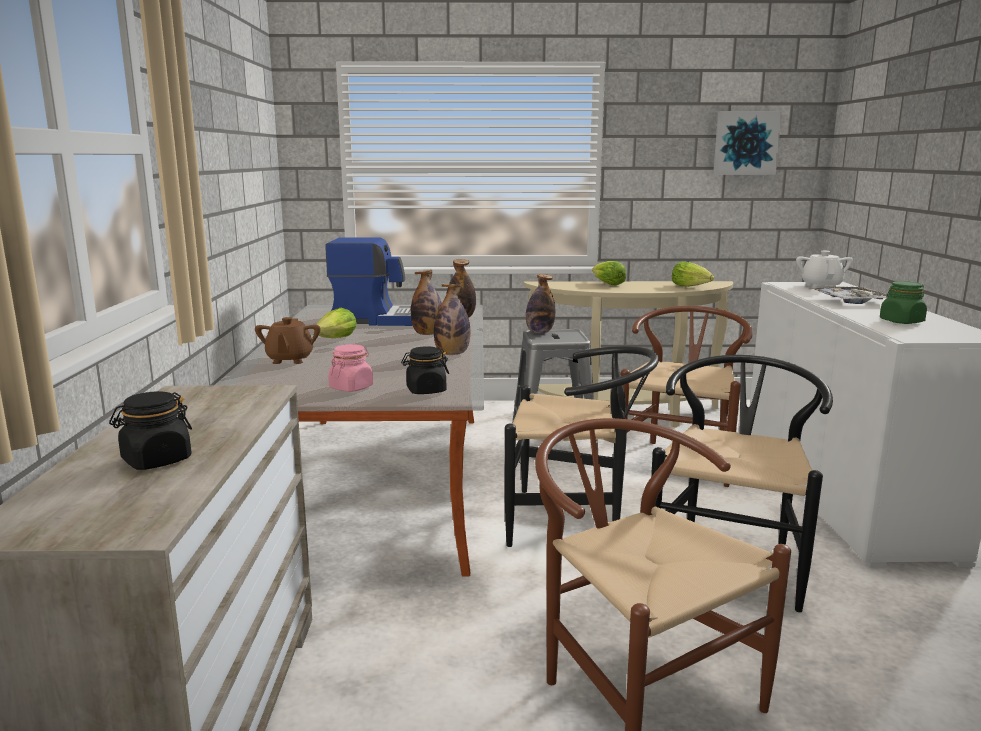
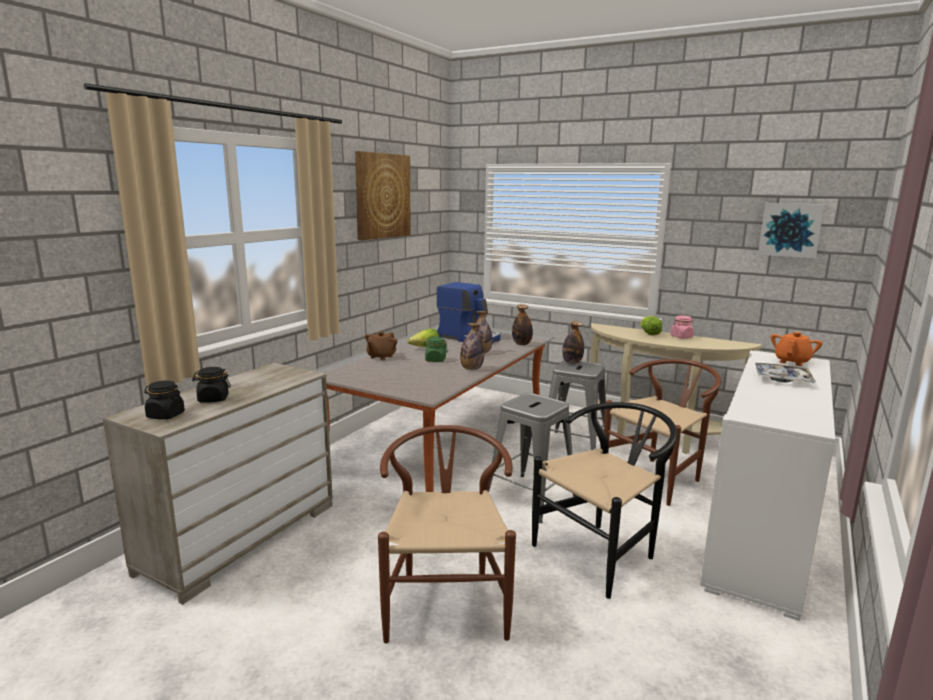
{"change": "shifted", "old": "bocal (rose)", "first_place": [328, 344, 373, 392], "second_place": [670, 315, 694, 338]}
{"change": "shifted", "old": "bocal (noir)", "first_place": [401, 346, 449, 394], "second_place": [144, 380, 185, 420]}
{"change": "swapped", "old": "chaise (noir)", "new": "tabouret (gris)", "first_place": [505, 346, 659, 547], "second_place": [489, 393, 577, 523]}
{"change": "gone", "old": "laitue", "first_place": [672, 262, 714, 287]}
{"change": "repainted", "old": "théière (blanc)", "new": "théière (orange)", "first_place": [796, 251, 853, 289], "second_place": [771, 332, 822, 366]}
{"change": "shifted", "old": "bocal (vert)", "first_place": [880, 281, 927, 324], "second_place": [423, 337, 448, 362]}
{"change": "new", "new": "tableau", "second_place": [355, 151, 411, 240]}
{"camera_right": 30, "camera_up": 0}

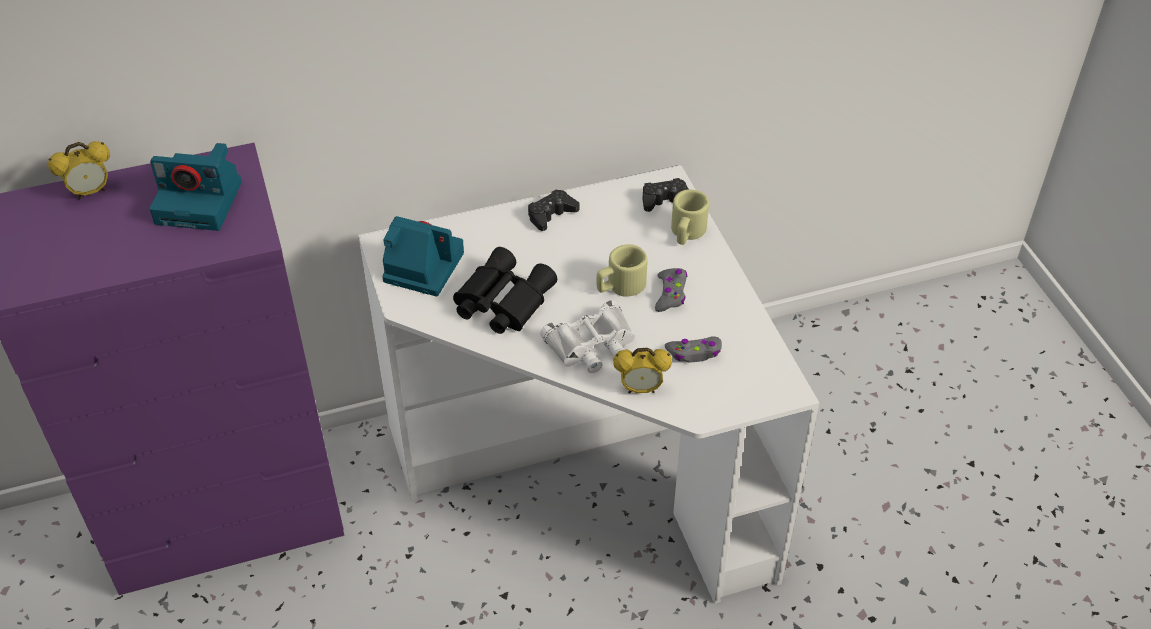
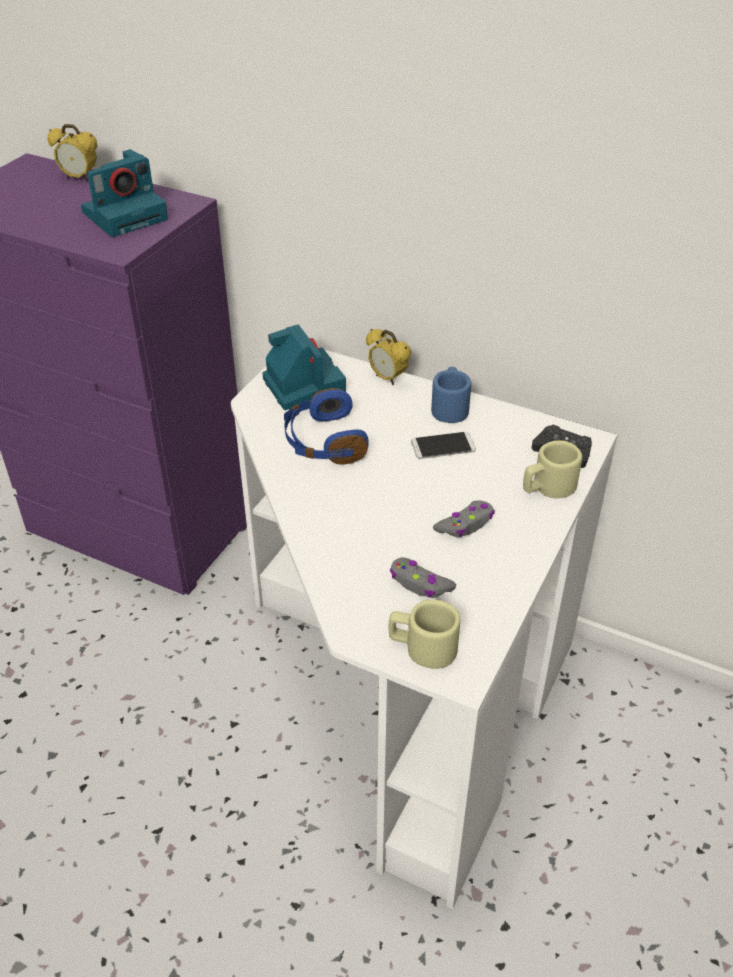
{"change": "rotated", "old": "appareil photo", "first_place": [149, 143, 242, 231], "second_place": [81, 149, 168, 237], "degrees": -90}
{"change": "swapped", "old": "jumelles (noir)", "new": "casque audio (bleu)", "first_place": [453, 247, 557, 334], "second_place": [284, 388, 369, 465]}
{"change": "swapped", "old": "manette (noir)", "new": "mug (bleu)", "first_place": [528, 189, 579, 231], "second_place": [431, 367, 471, 423]}
{"change": "gone", "old": "jumelles (blanc)", "first_place": [540, 301, 635, 373]}
{"change": "shifted", "old": "mug (beige)", "first_place": [596, 244, 648, 297], "second_place": [389, 600, 460, 669]}
{"change": "shifted", "old": "réveil", "first_place": [613, 348, 672, 393], "second_place": [366, 329, 411, 385]}
{"change": "new", "new": "téléphone", "second_place": [411, 432, 476, 459]}
{"camera_right": 45, "camera_up": -5}

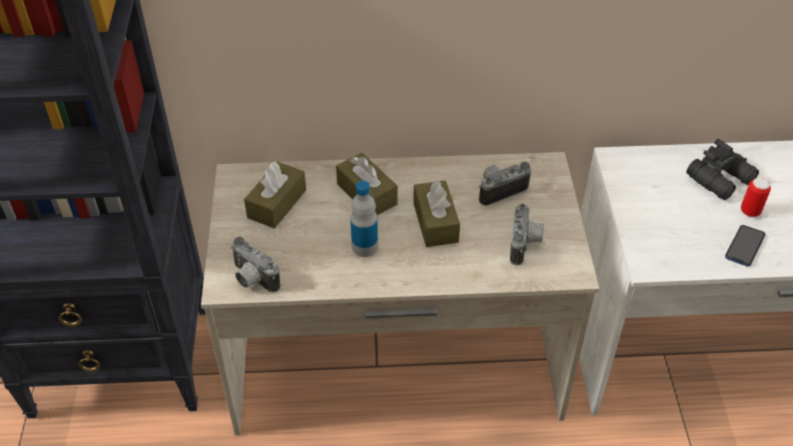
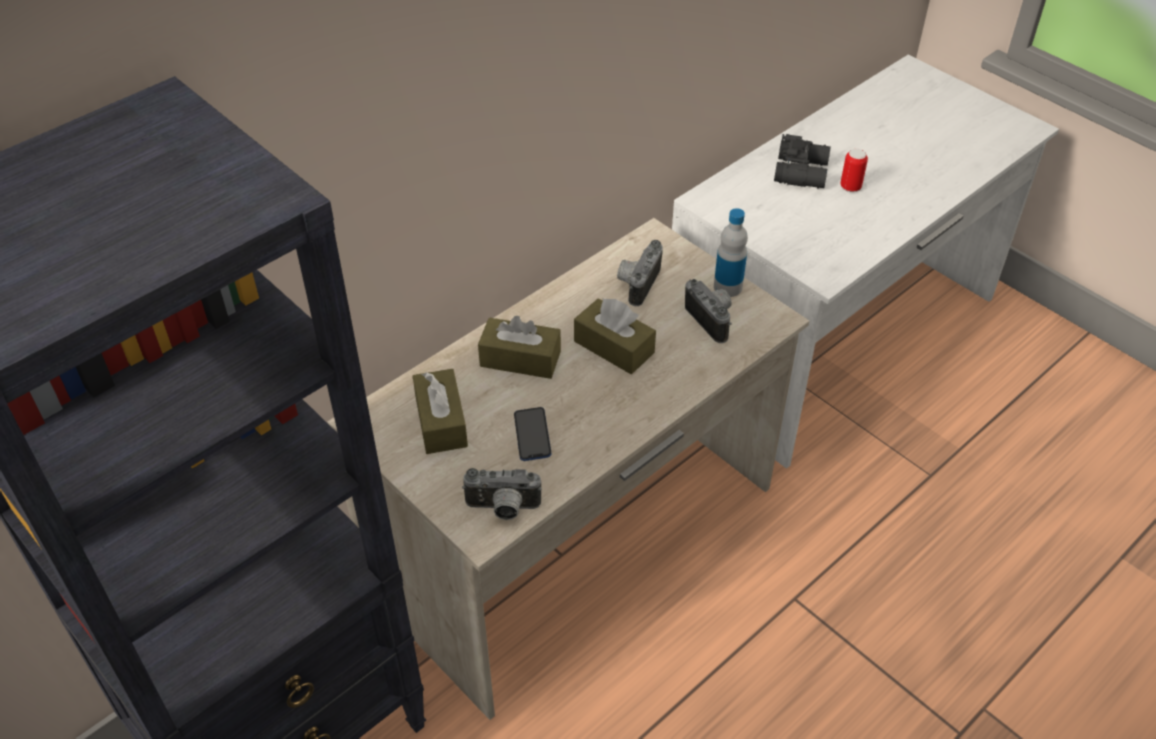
{"change": "shifted", "old": "bouteille", "first_place": [350, 181, 378, 257], "second_place": [714, 208, 748, 297]}
{"change": "shifted", "old": "téléphone", "first_place": [725, 225, 765, 266], "second_place": [514, 407, 552, 461]}
{"camera_right": -40, "camera_up": 0}

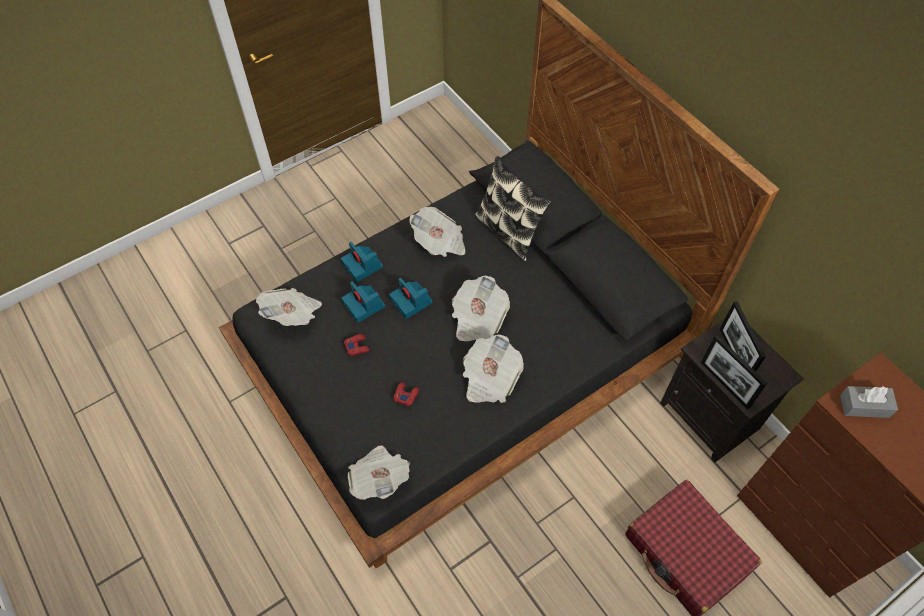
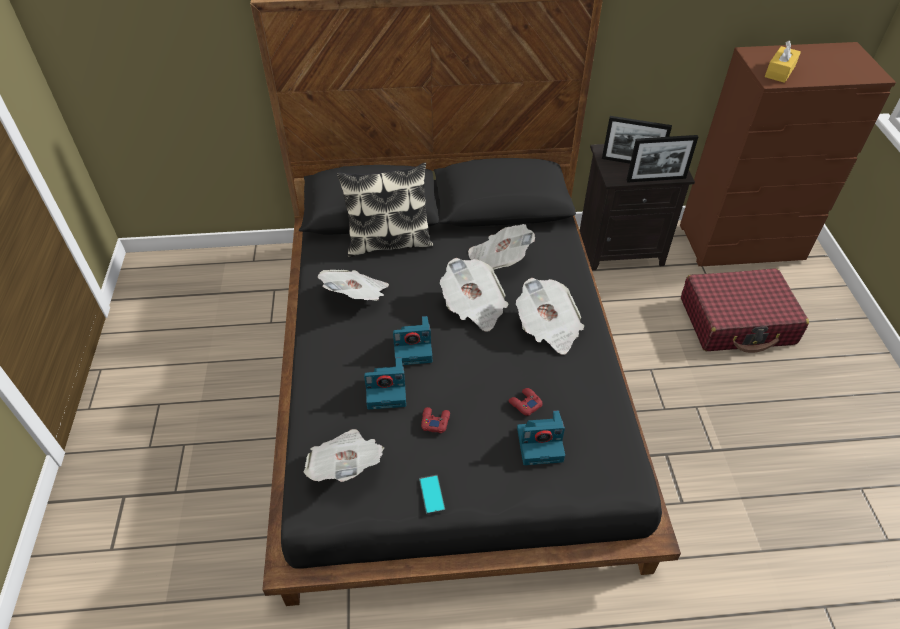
{"change": "shifted", "old": "appareil photo", "first_place": [341, 242, 383, 282], "second_place": [517, 410, 565, 465]}
{"change": "shifted", "old": "journal", "first_place": [348, 446, 410, 500], "second_place": [468, 224, 535, 270]}
{"change": "repainted", "old": "boîte à mouchoirs (gris)", "new": "boîte à mouchoirs (jaune)", "first_place": [840, 386, 898, 418], "second_place": [765, 40, 801, 83]}
{"change": "new", "new": "téléphone", "second_place": [419, 475, 445, 514]}
{"camera_right": -60, "camera_up": -10}

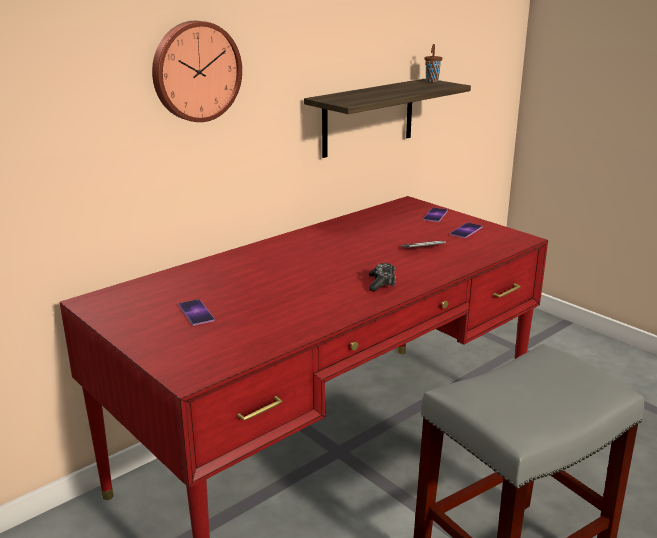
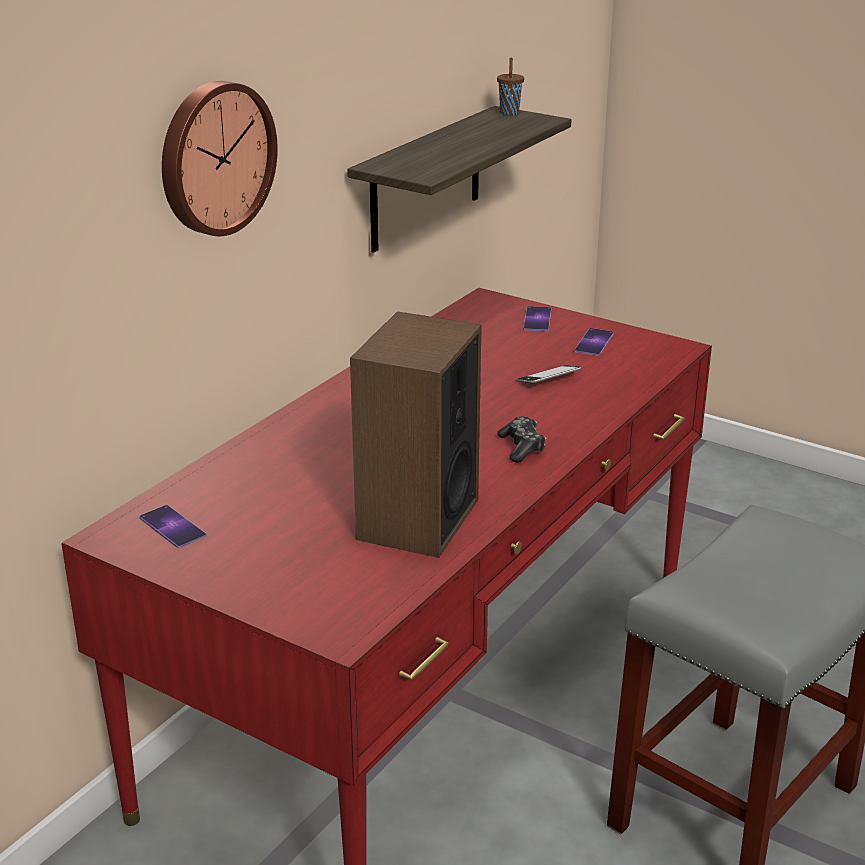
{"change": "shifted", "old": "téléphone", "first_place": [178, 299, 215, 326], "second_place": [139, 505, 206, 548]}
{"change": "new", "new": "enceinte", "second_place": [350, 311, 482, 558]}
{"camera_right": -15, "camera_up": 5}

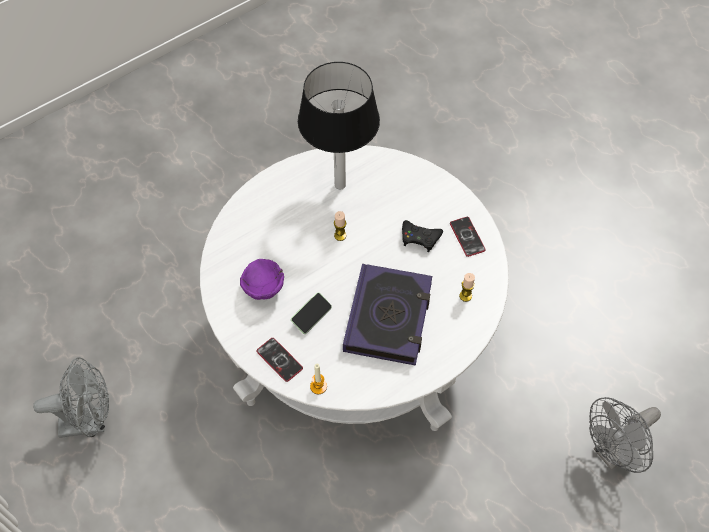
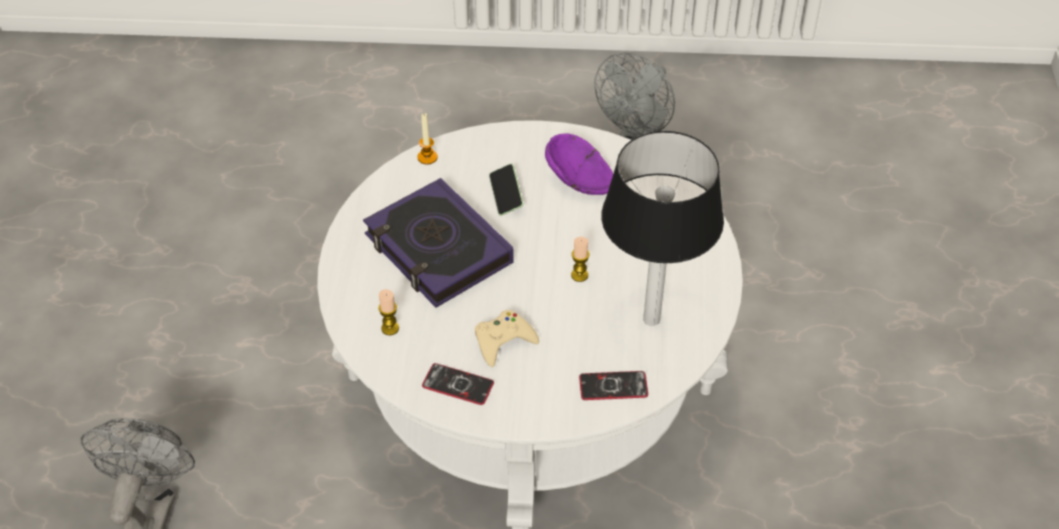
{"change": "shifted", "old": "téléphone", "first_place": [256, 338, 303, 382], "second_place": [579, 371, 648, 400]}
{"change": "repainted", "old": "manette (noir)", "new": "manette (beige)", "first_place": [402, 220, 443, 252], "second_place": [475, 310, 539, 367]}
{"camera_right": 130, "camera_up": -10}

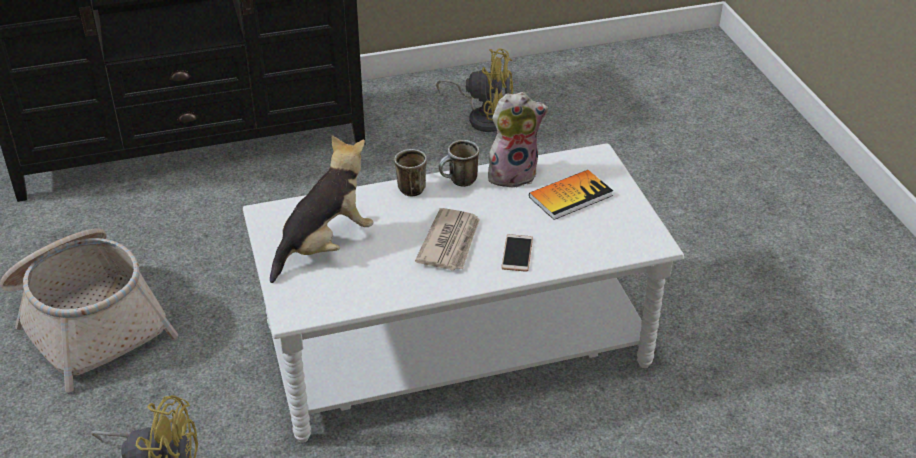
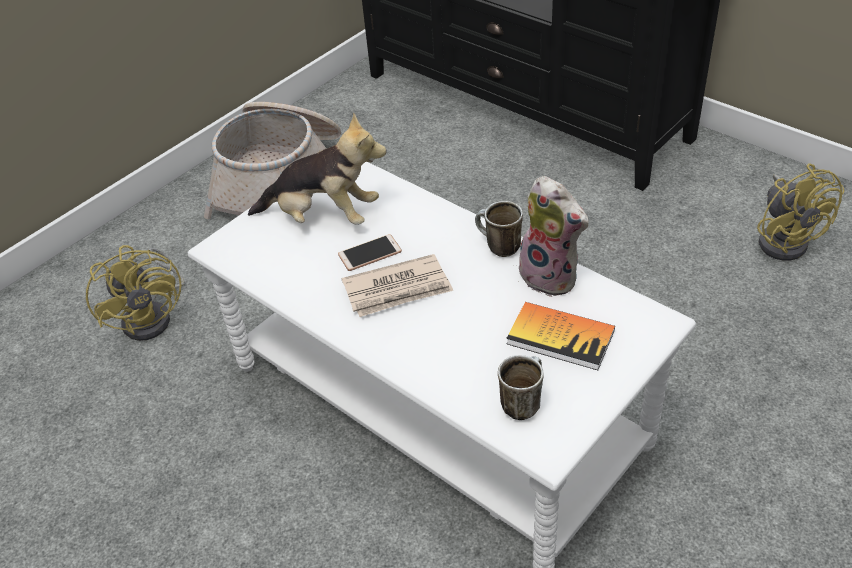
{"change": "shifted", "old": "mug", "first_place": [394, 149, 427, 196], "second_place": [498, 355, 544, 420]}
{"change": "shifted", "old": "téléphone", "first_place": [501, 234, 533, 272], "second_place": [338, 234, 402, 271]}
{"camera_right": 60, "camera_up": 5}

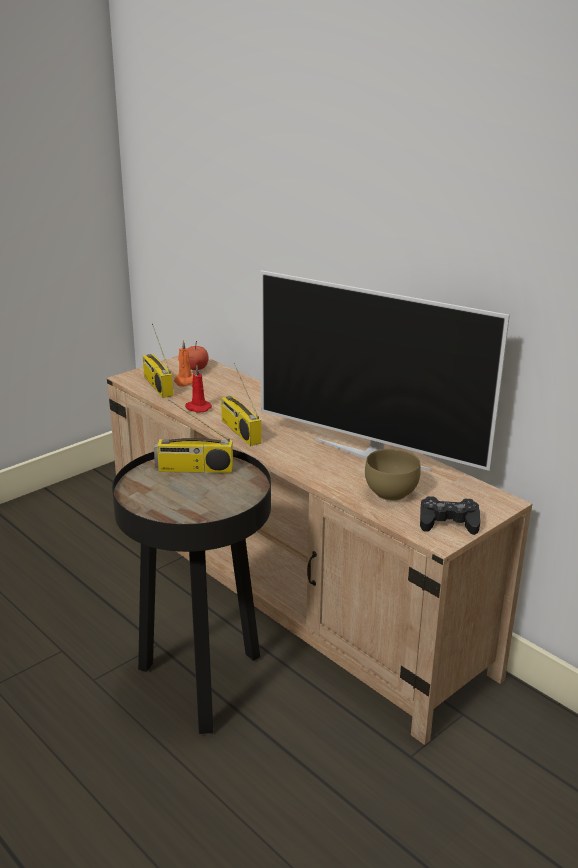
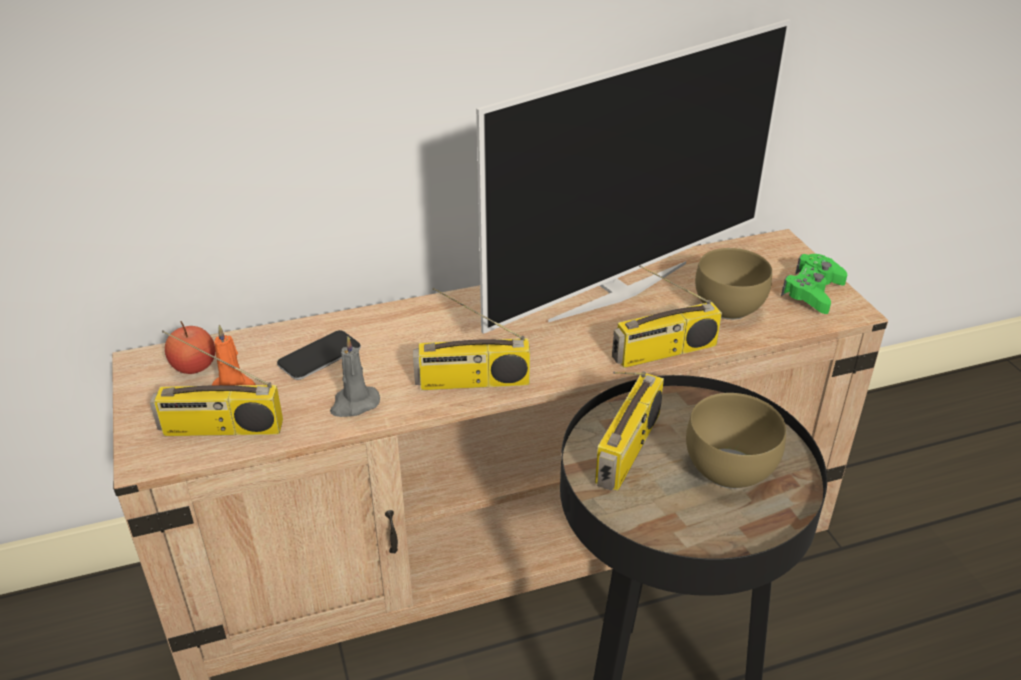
{"change": "repainted", "old": "bougie (rouge)", "new": "bougie (gris)", "first_place": [185, 366, 212, 412], "second_place": [330, 336, 380, 417]}
{"change": "repainted", "old": "manette (noir)", "new": "manette (vert)", "first_place": [420, 496, 480, 535], "second_place": [781, 254, 847, 314]}
{"change": "new", "new": "téléphone", "second_place": [277, 330, 361, 380]}
{"change": "new", "new": "radio", "second_place": [612, 265, 722, 368]}
{"change": "new", "new": "bol (marron)", "second_place": [686, 393, 786, 489]}
{"camera_right": -65, "camera_up": 10}

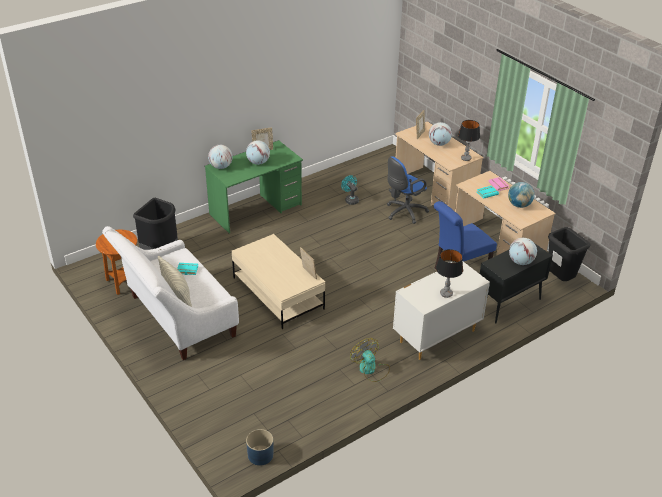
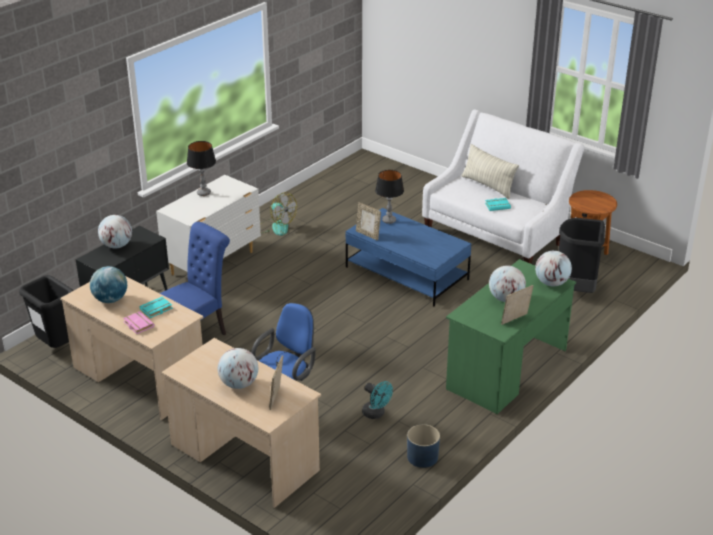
{"change": "repainted", "old": "table basse (beige)", "new": "table basse (bleu)", "first_place": [232, 234, 325, 329], "second_place": [345, 208, 472, 306]}
{"change": "shifted", "old": "cache-pot (bleu)", "first_place": [246, 429, 273, 466], "second_place": [407, 424, 440, 468]}
{"change": "shifted", "old": "lampe de table", "first_place": [458, 120, 480, 161], "second_place": [375, 170, 404, 224]}
{"camera_right": 165, "camera_up": -5}

